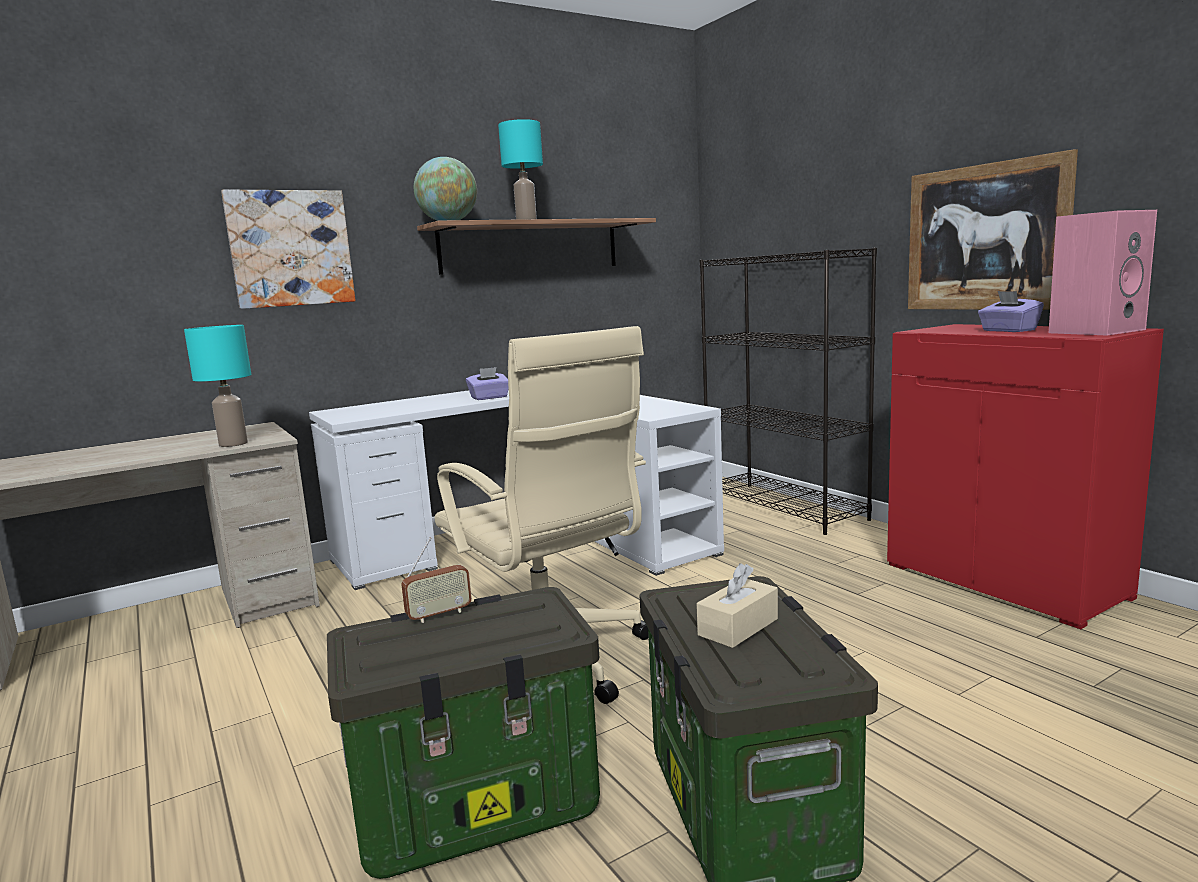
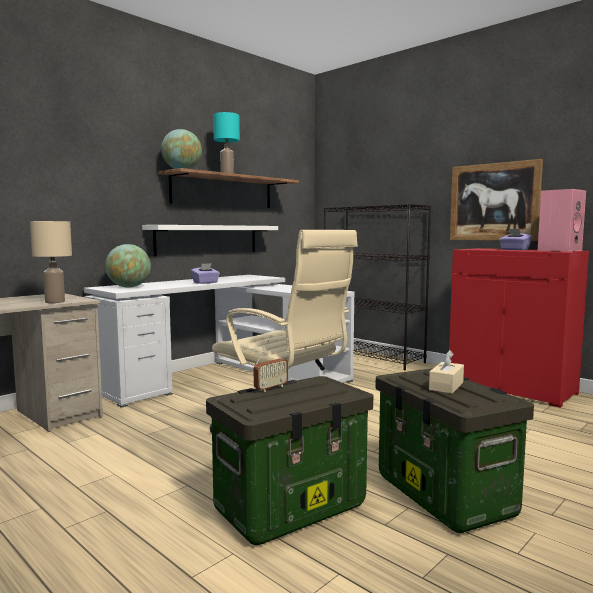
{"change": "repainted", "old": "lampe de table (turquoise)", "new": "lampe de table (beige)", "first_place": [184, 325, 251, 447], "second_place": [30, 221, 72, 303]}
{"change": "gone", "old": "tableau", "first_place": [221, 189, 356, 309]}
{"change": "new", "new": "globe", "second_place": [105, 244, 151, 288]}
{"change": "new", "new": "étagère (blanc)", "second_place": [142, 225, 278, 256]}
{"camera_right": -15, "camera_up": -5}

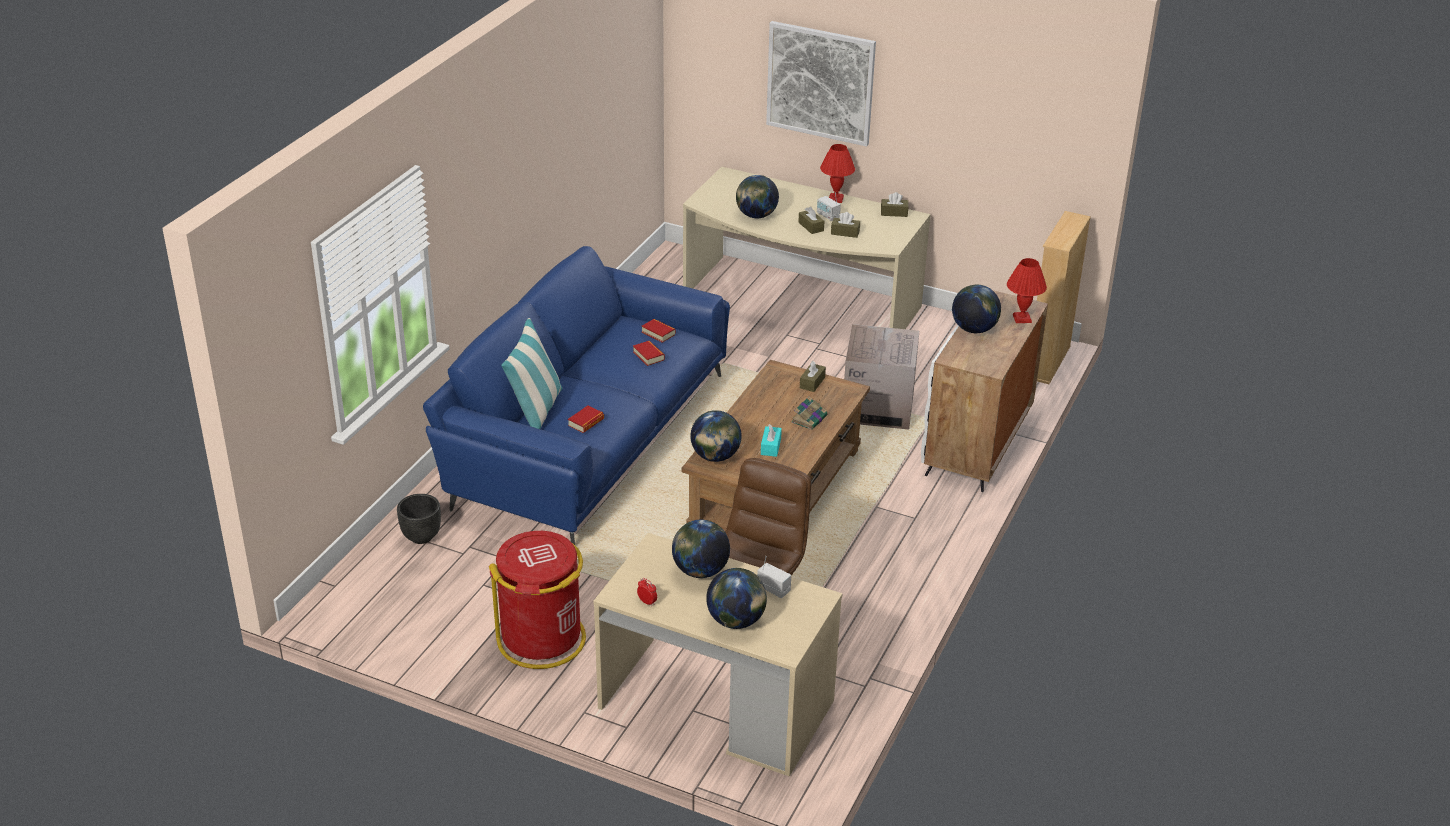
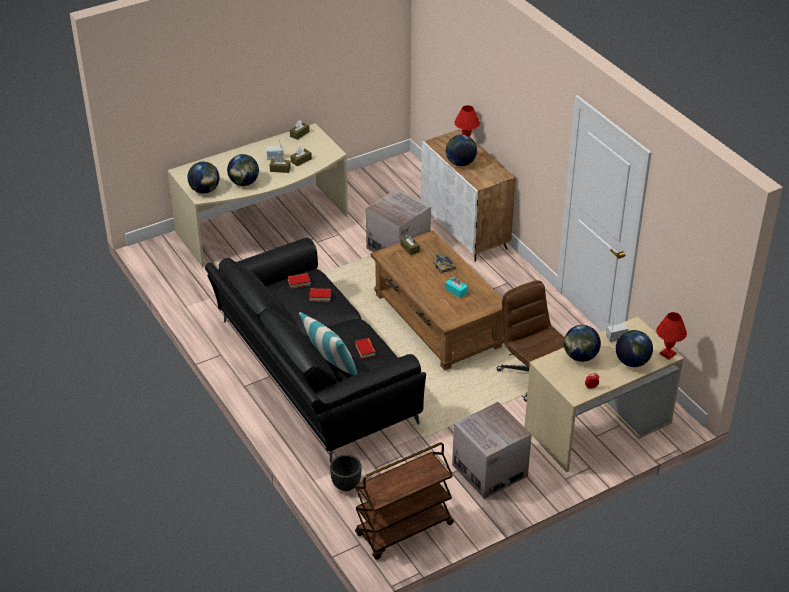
{"change": "repainted", "old": "canapé (bleu)", "new": "canapé (noir)", "first_place": [423, 246, 730, 545], "second_place": [205, 238, 426, 462]}
{"change": "swapped", "old": "poubelle (rouge)", "new": "carton", "first_place": [489, 531, 586, 669], "second_place": [452, 402, 532, 499]}
{"change": "shifted", "old": "globe", "first_place": [690, 410, 742, 462], "second_place": [187, 162, 219, 194]}
{"change": "gone", "old": "tableau", "first_place": [766, 21, 876, 147]}
{"change": "shifted", "old": "lampe de table (rouge)", "first_place": [820, 144, 855, 203], "second_place": [656, 312, 687, 359]}
{"change": "gone", "old": "bibliothèque (beige)", "first_place": [1037, 211, 1091, 384]}
{"change": "new", "new": "chariot (marron)", "second_place": [355, 442, 454, 560]}
{"camera_right": -55, "camera_up": 5}

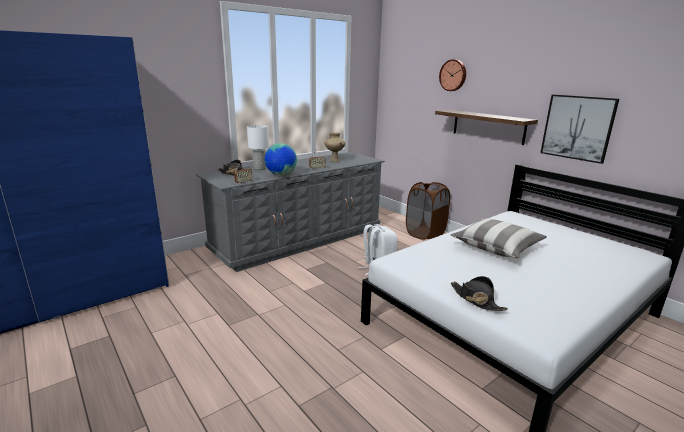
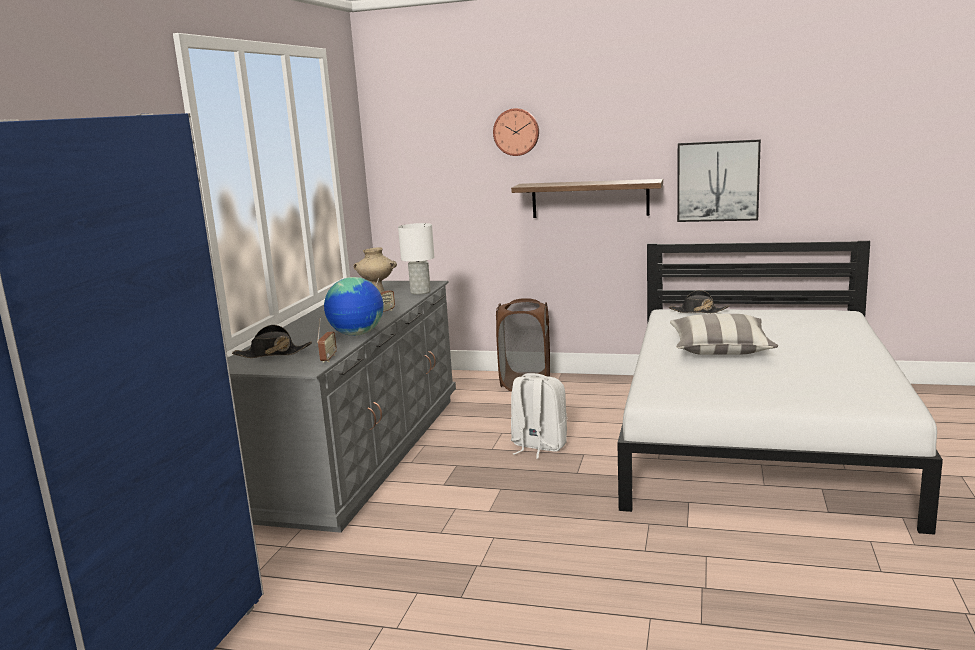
{"change": "shifted", "old": "lampe de table (blanc)", "first_place": [247, 125, 269, 170], "second_place": [398, 223, 434, 295]}
{"change": "shifted", "old": "chapeau (noir)", "first_place": [450, 276, 508, 311], "second_place": [669, 290, 729, 314]}
{"camera_right": -35, "camera_up": -5}

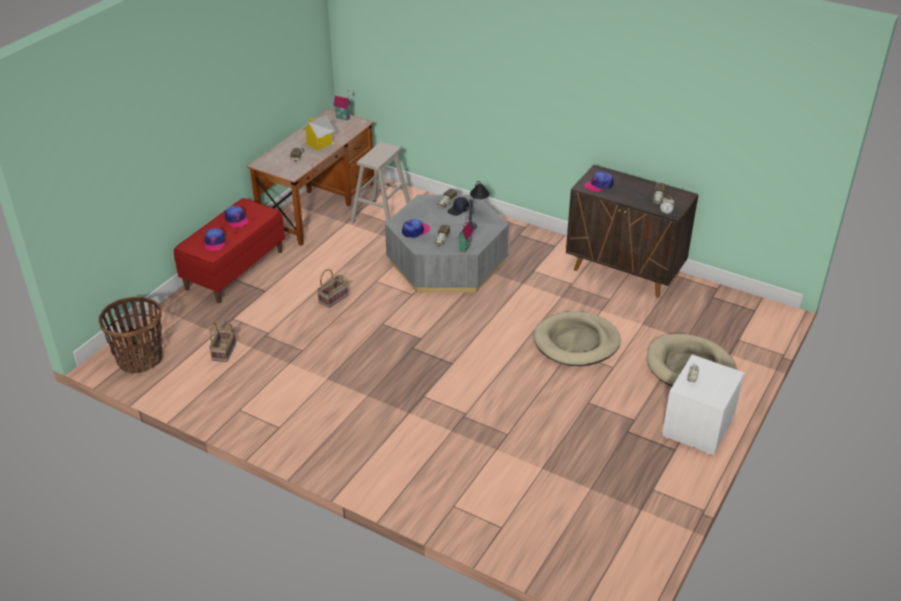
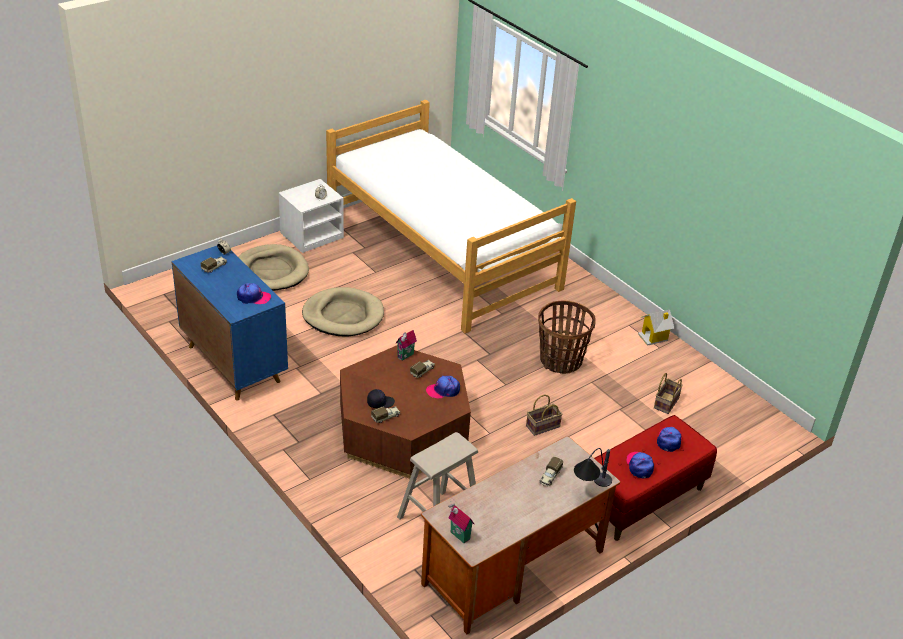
{"change": "shifted", "old": "panier", "first_place": [99, 297, 163, 374], "second_place": [538, 301, 596, 374]}
{"change": "shifted", "old": "maison miniature", "first_place": [302, 115, 336, 152], "second_place": [638, 310, 674, 346]}
{"change": "repainted", "old": "table basse (gris)", "new": "table basse (marron)", "first_place": [385, 195, 509, 293], "second_place": [340, 345, 471, 479]}
{"change": "shifted", "old": "lampe de table", "first_place": [463, 181, 490, 230], "second_place": [574, 448, 612, 487]}
{"change": "repainted", "old": "meuble de rangement (marron)", "new": "meuble de rangement (bleu)", "first_place": [566, 165, 699, 298], "second_place": [171, 246, 288, 401]}
{"change": "new", "new": "lit", "second_place": [326, 100, 576, 333]}
{"camera_right": -160, "camera_up": 0}

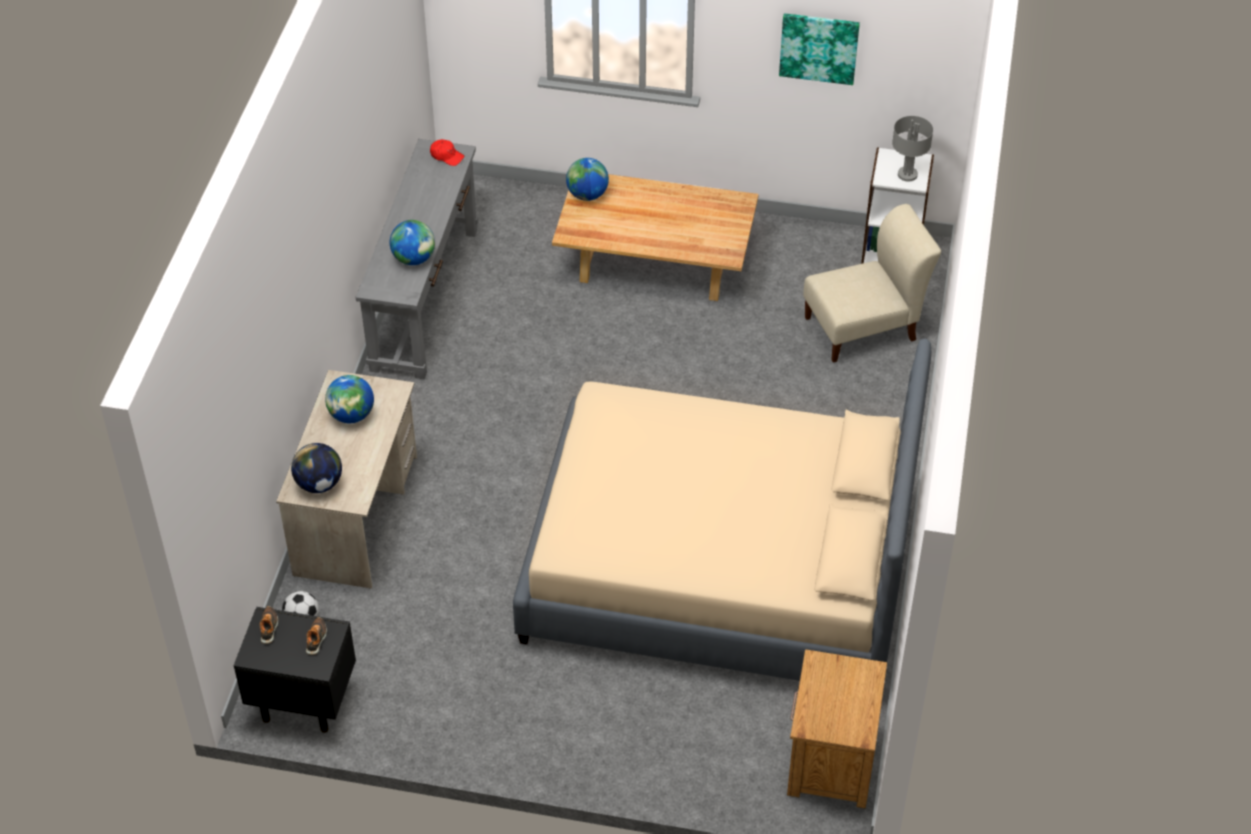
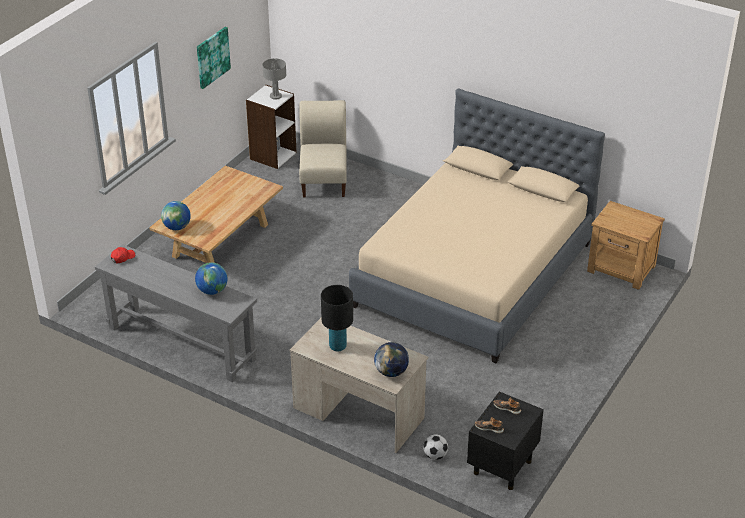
{"change": "swapped", "old": "globe", "new": "lampe de table (noir)", "first_place": [325, 375, 374, 423], "second_place": [321, 285, 353, 352]}
{"camera_right": -70, "camera_up": -10}

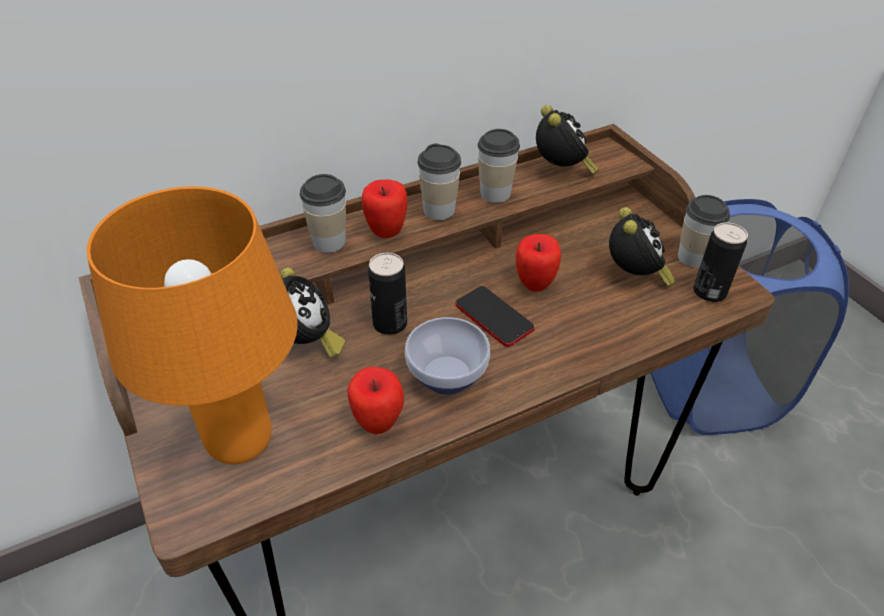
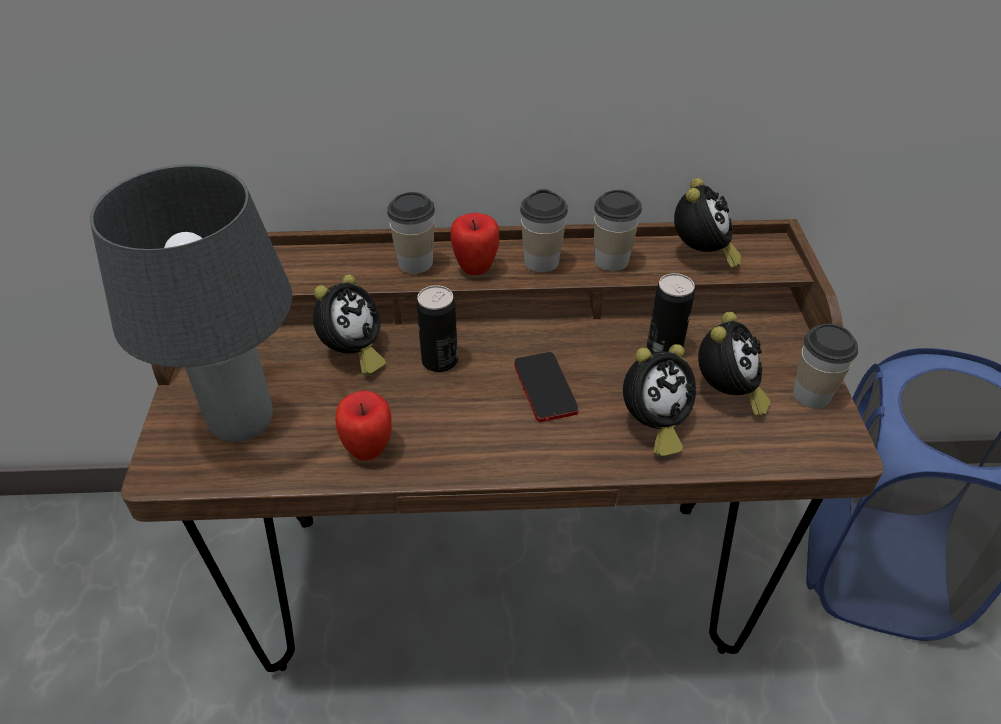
{"change": "repainted", "old": "lampe de table (orange)", "new": "lampe de table (gris)", "first_place": [87, 186, 298, 464], "second_place": [90, 164, 292, 442]}
{"change": "gone", "old": "bol", "first_place": [405, 317, 490, 394]}
{"change": "gone", "old": "pomme", "first_place": [516, 234, 561, 292]}
{"change": "shifted", "old": "boîte métallique", "first_place": [693, 222, 748, 302], "second_place": [647, 273, 695, 353]}
{"change": "new", "new": "réveil", "second_place": [623, 344, 696, 456]}
{"camera_right": 25, "camera_up": 0}

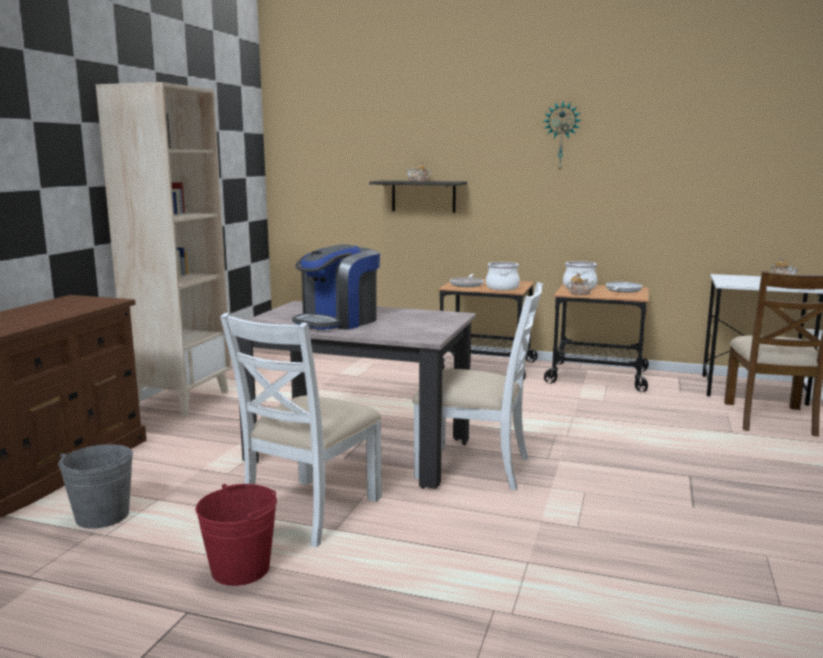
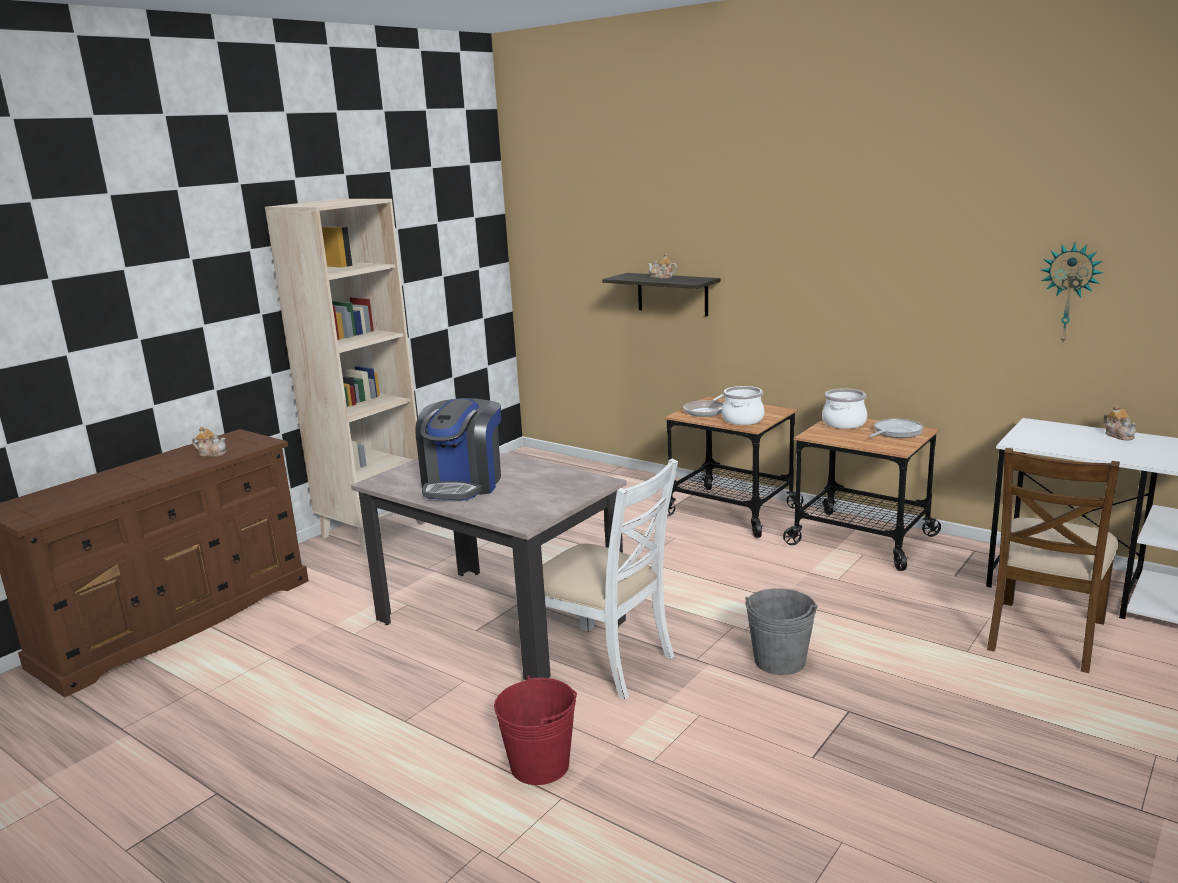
{"change": "shifted", "old": "seau (gris)", "first_place": [58, 444, 133, 529], "second_place": [745, 588, 818, 675]}
{"change": "shifted", "old": "seau (rouge)", "first_place": [195, 484, 277, 586], "second_place": [494, 676, 577, 785]}
{"change": "gone", "old": "chaise (blanc)", "first_place": [220, 313, 382, 547]}
{"change": "rotated", "old": "machine à café", "first_place": [292, 244, 380, 330], "second_place": [415, 398, 501, 500], "degrees": -45}
{"change": "shifted", "old": "horloge murale", "first_place": [544, 101, 582, 170], "second_place": [1041, 243, 1103, 345]}
{"change": "shifted", "old": "théière", "first_place": [566, 273, 594, 295], "second_place": [192, 426, 226, 457]}
{"camera_right": 20, "camera_up": 5}

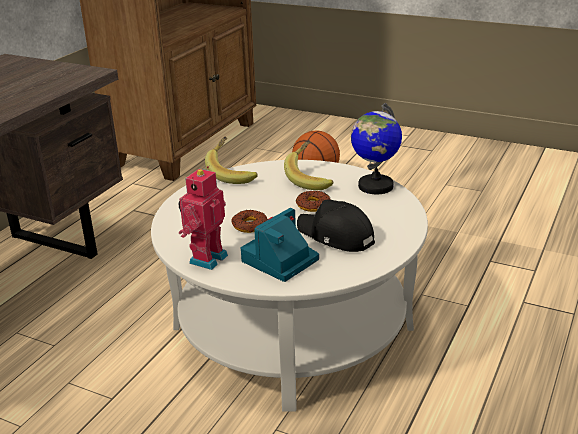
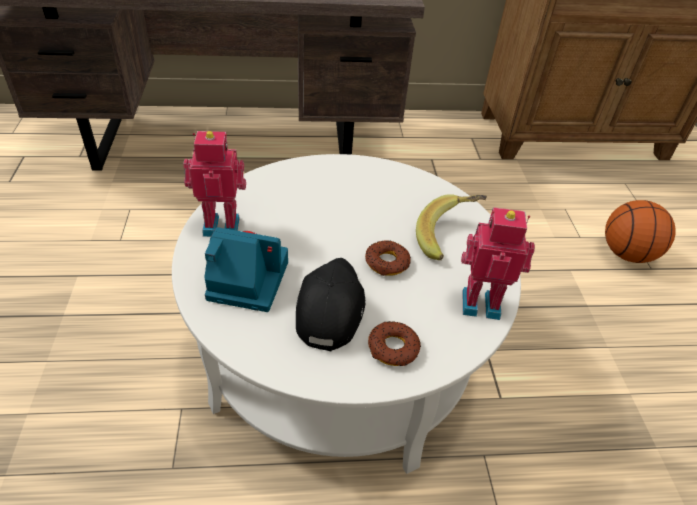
{"change": "gone", "old": "banane", "first_place": [205, 137, 258, 184]}
{"change": "shifted", "old": "beignet", "first_place": [231, 210, 268, 233], "second_place": [368, 321, 421, 366]}
{"change": "swapped", "old": "globe", "new": "robot jouet", "first_place": [351, 103, 402, 194], "second_place": [461, 207, 535, 320]}
{"camera_right": 55, "camera_up": 15}

